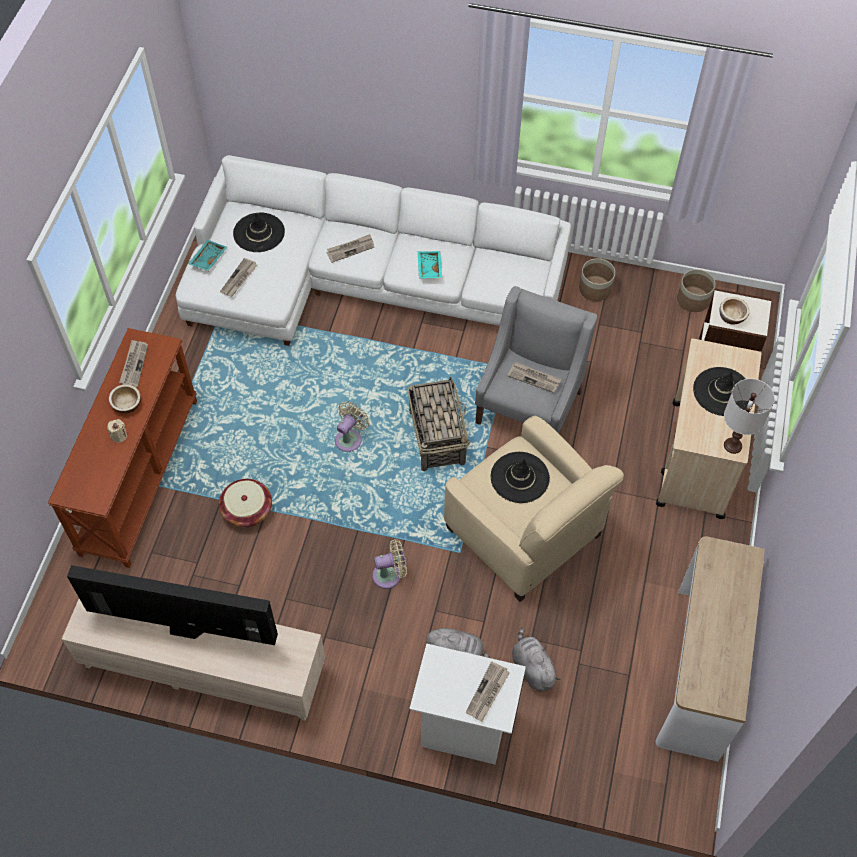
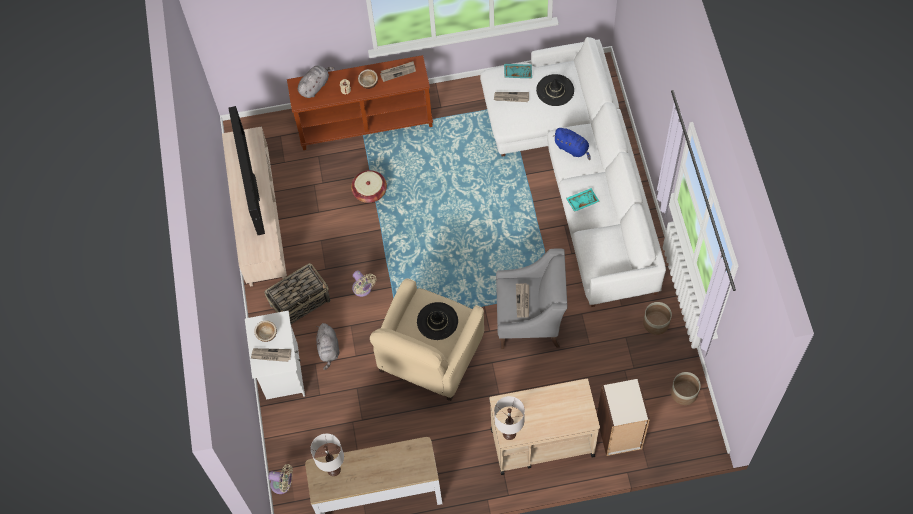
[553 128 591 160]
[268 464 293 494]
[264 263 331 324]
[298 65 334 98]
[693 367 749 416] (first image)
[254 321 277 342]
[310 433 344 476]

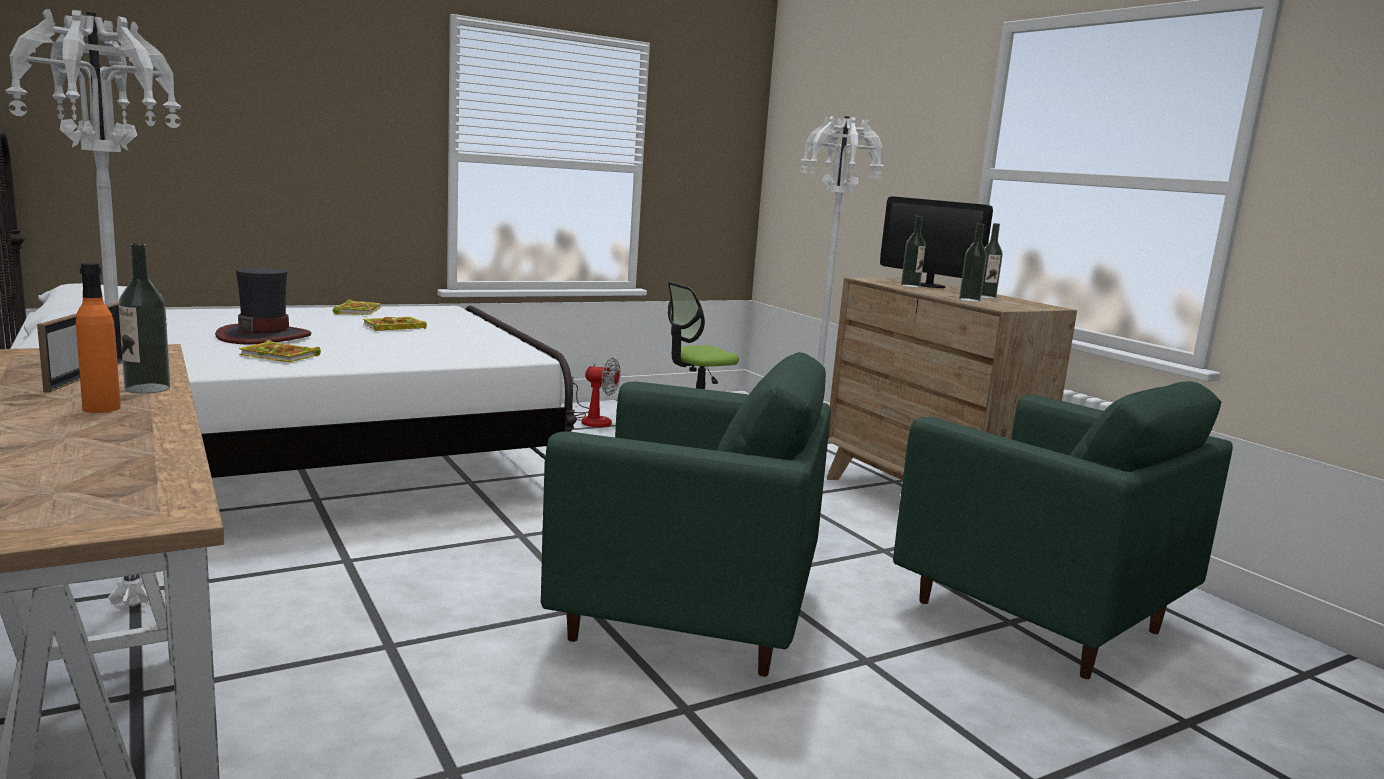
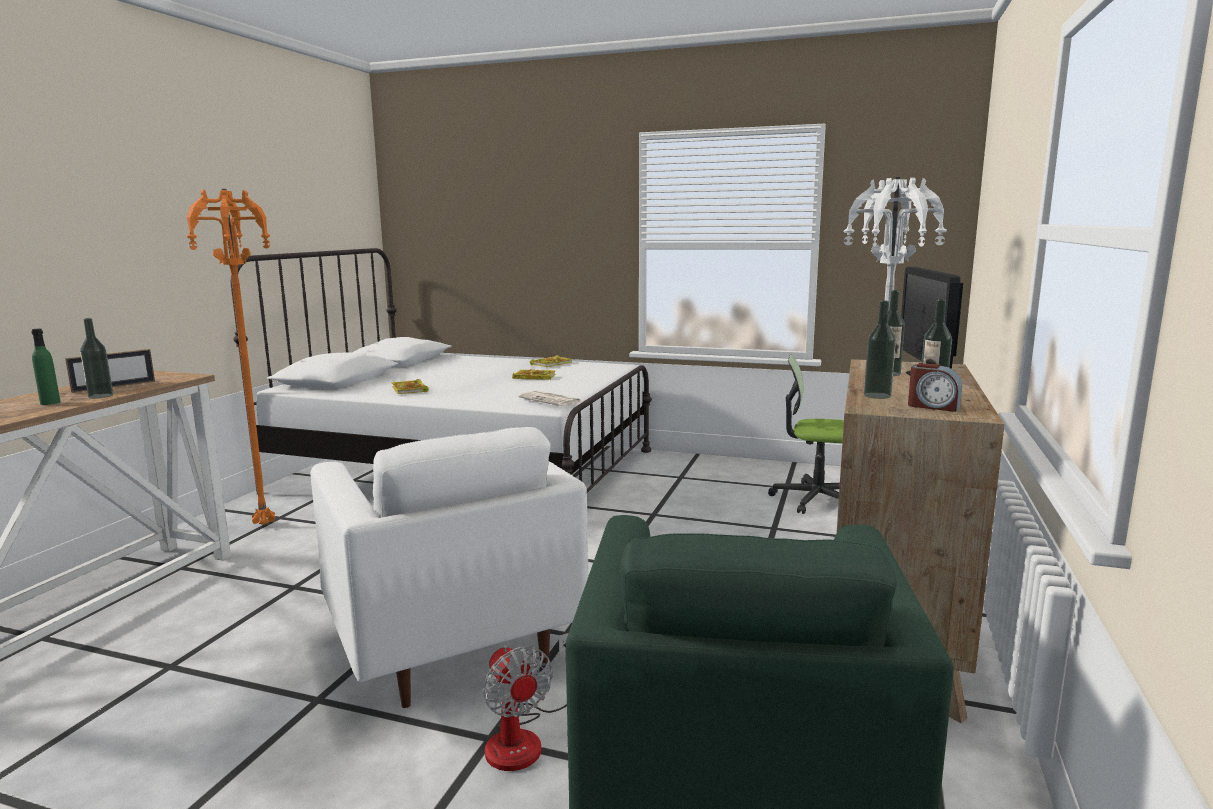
[187 189 275 525]
[31 329 60 405]
[215 267 311 344] (first image)
[310 427 589 708]
[483 633 569 771]
[518 390 580 406]
[908 363 962 412]

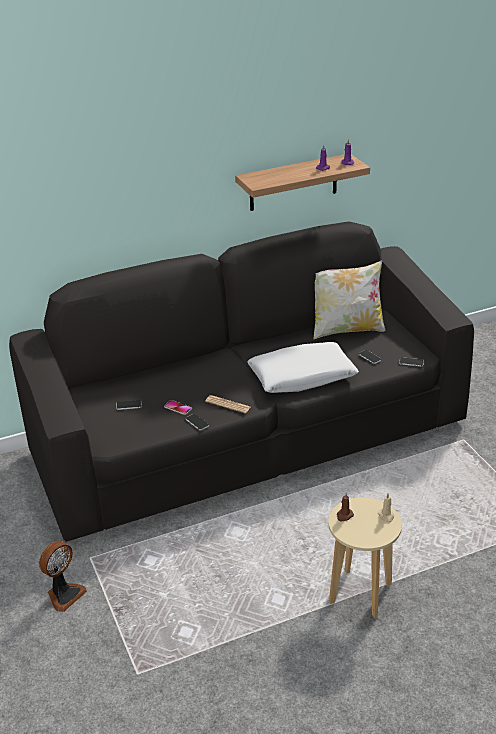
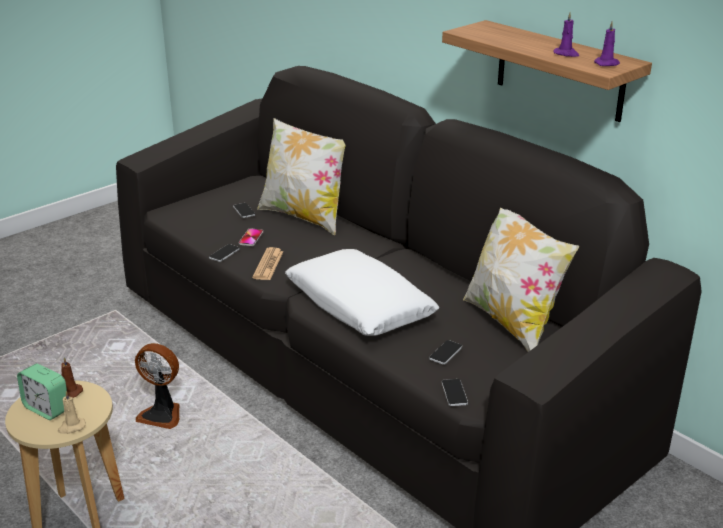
[135 343 180 429]
[17 364 67 420]
[257 118 346 235]

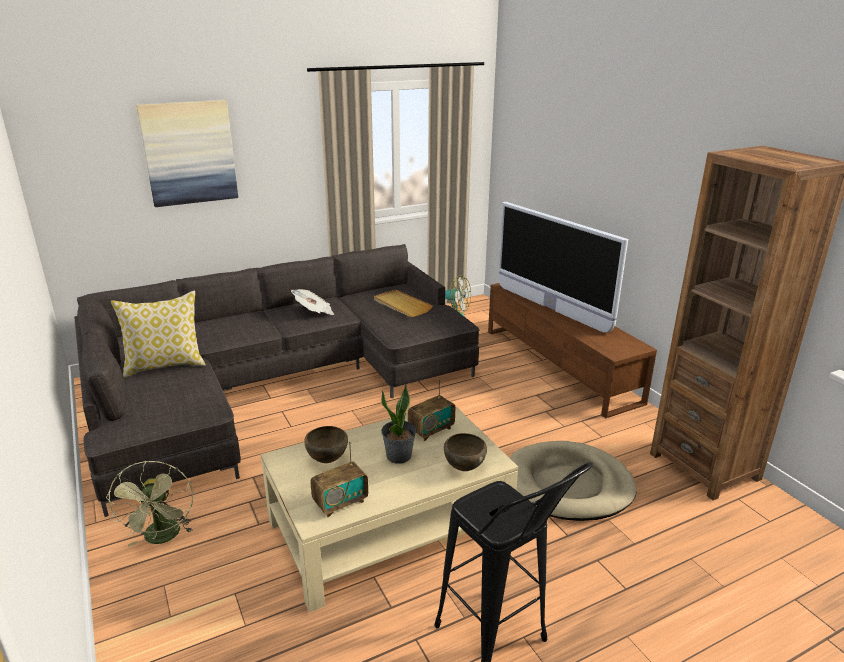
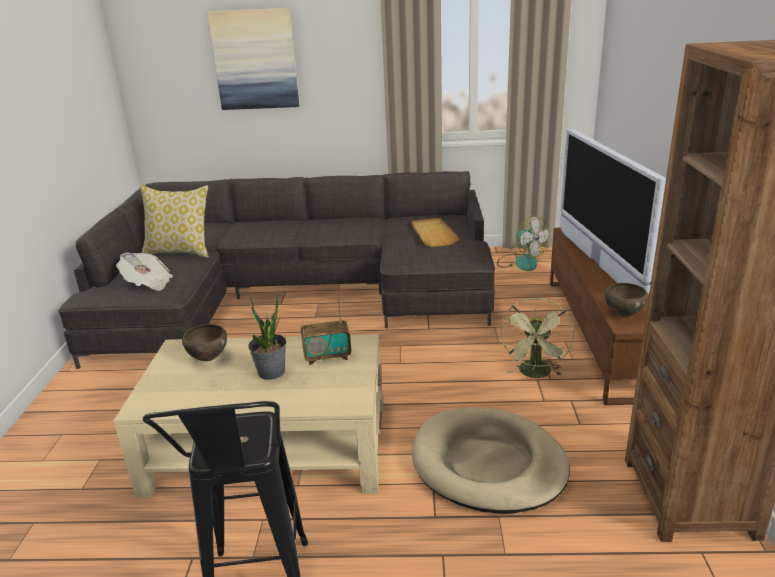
[500 298 574 378]
[116 253 173 291]
[310 441 368 518] (first image)
[605 283 648 317]

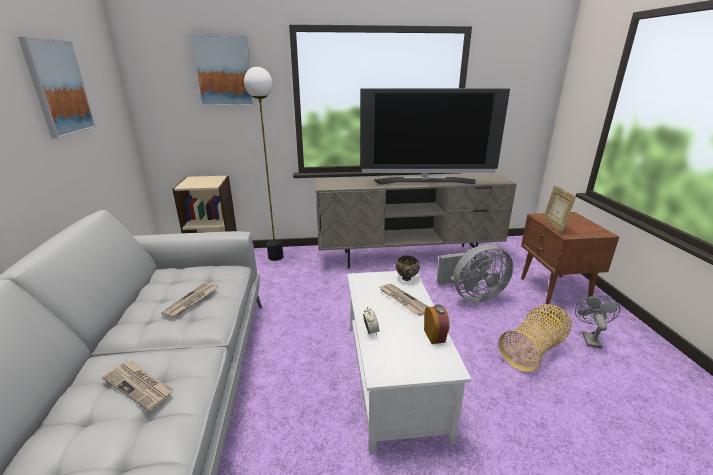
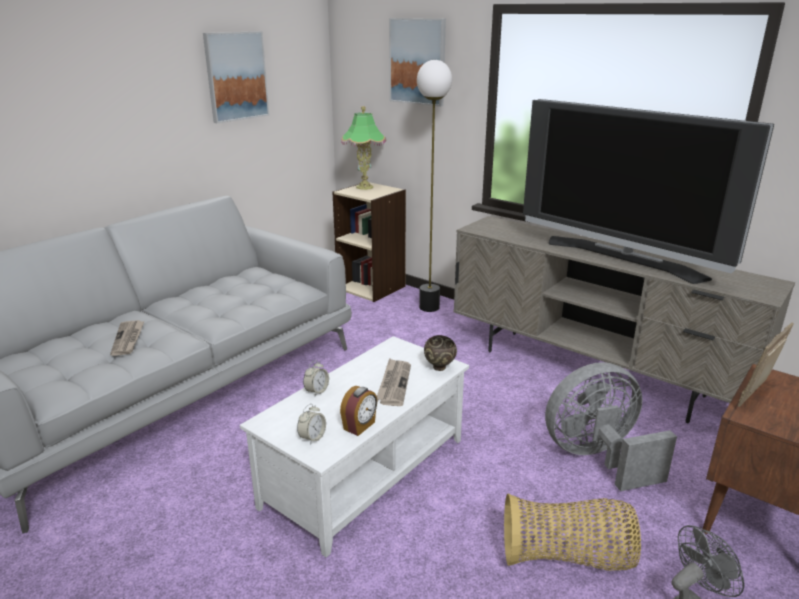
[161 282 218 318] (first image)
[545 362 677 491]
[297 404 326 445]
[341 106 386 190]

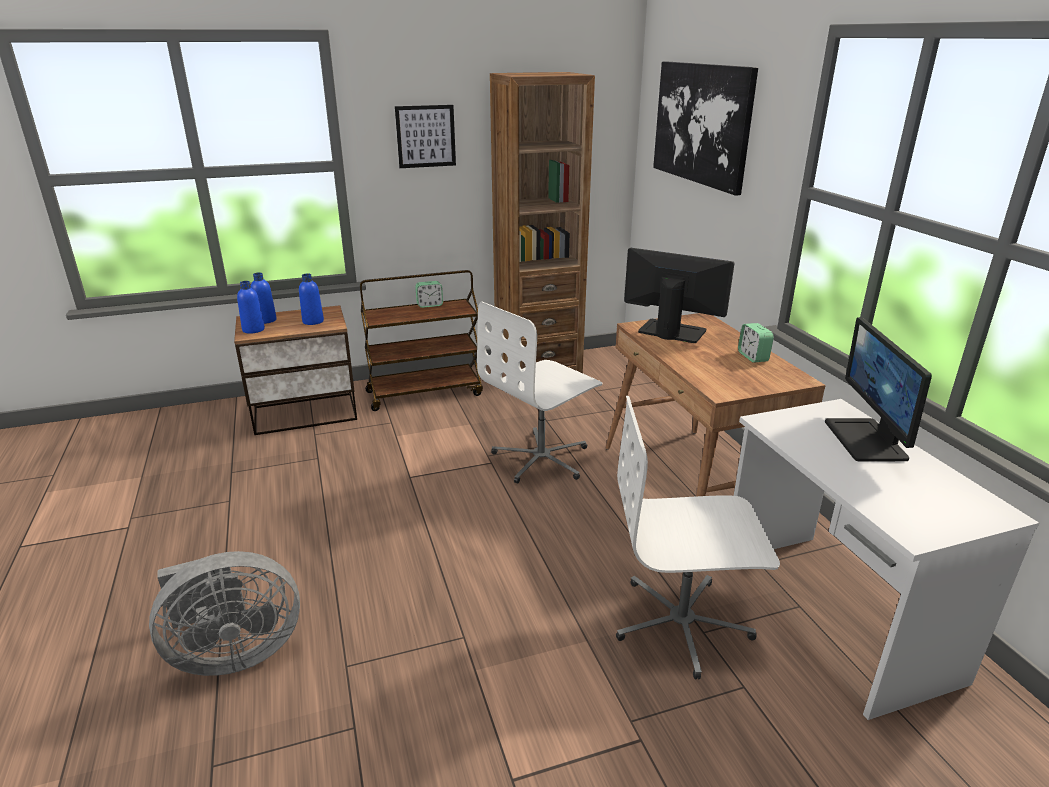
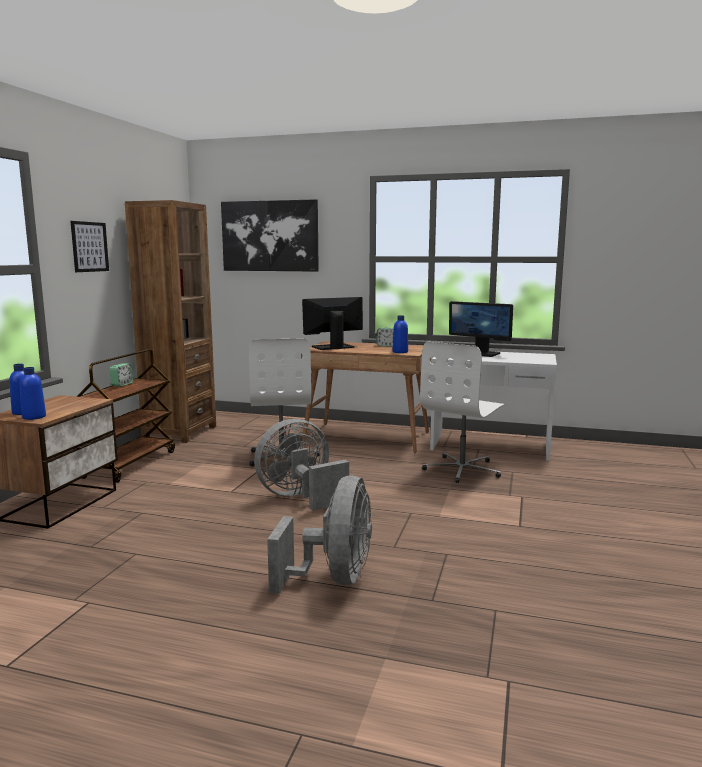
[392 315 408 353]
[254 419 349 511]

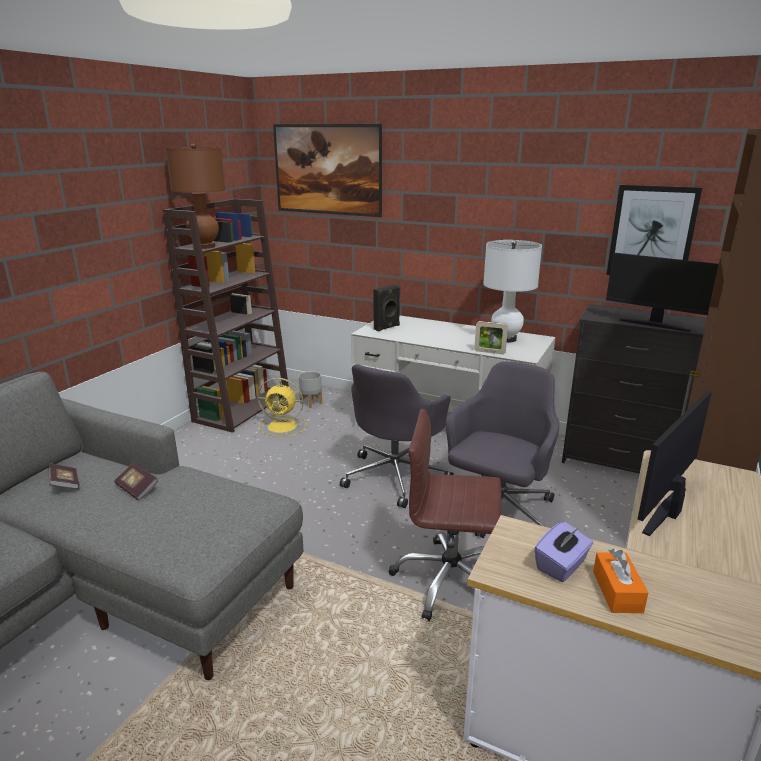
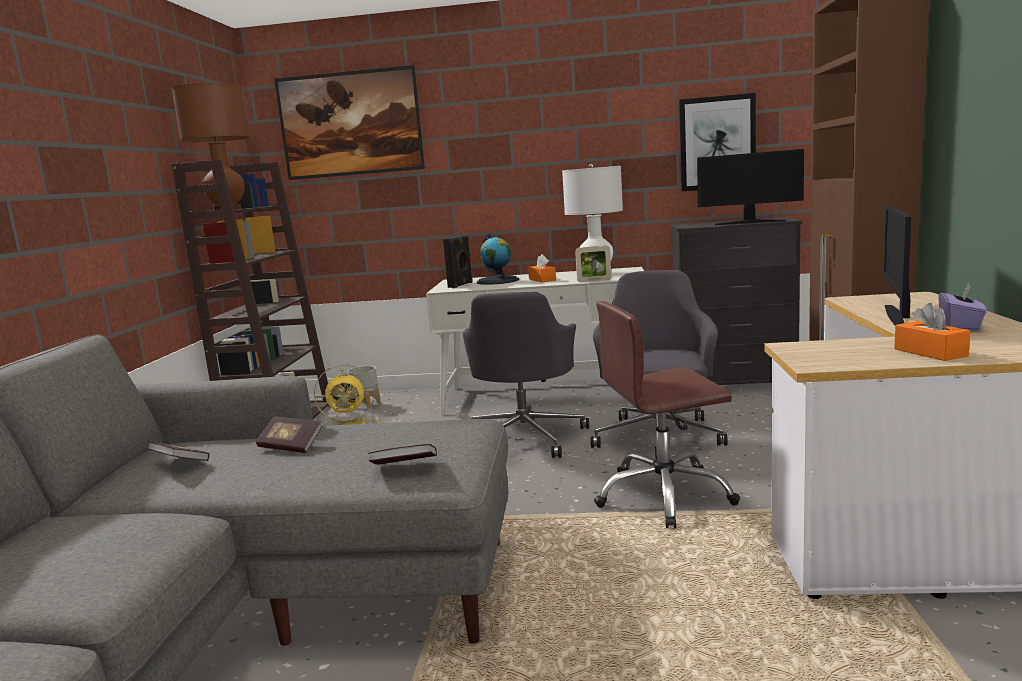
[938 283 987 331]
[367 444 437 465]
[477 233 519 285]
[528 254 556 282]

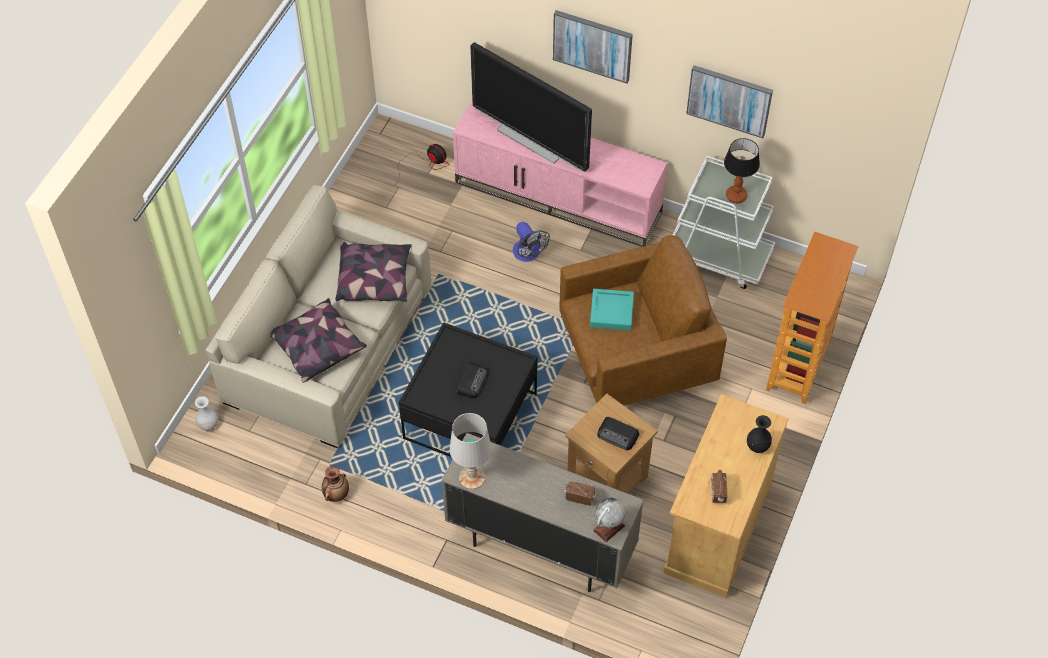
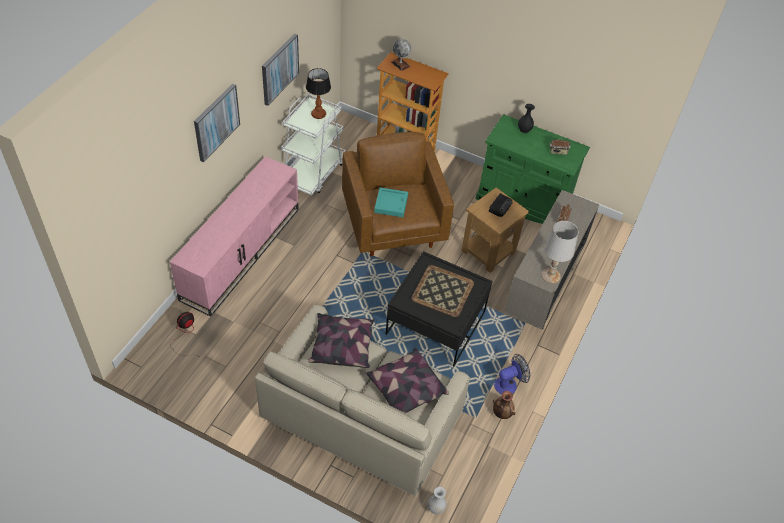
[411 265 474 317]
[470 42 592 172] (first image)
[494 354 530 394]
[391 39 411 71]
[476 114 590 224]

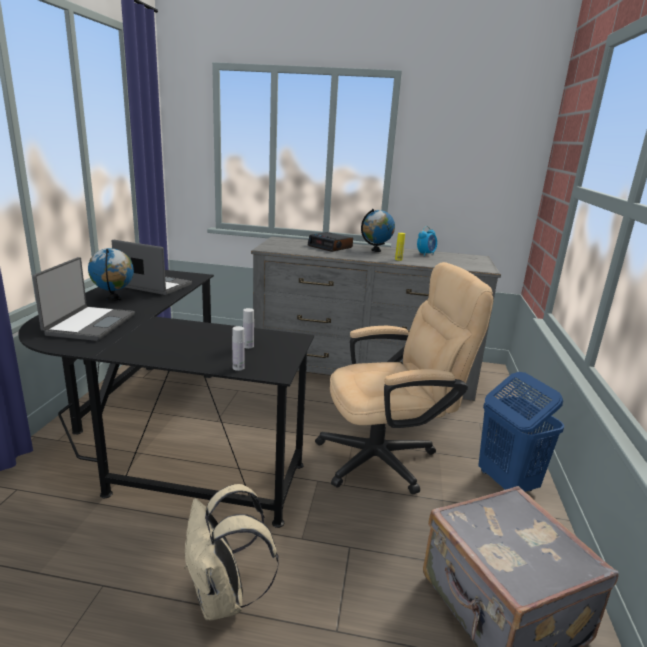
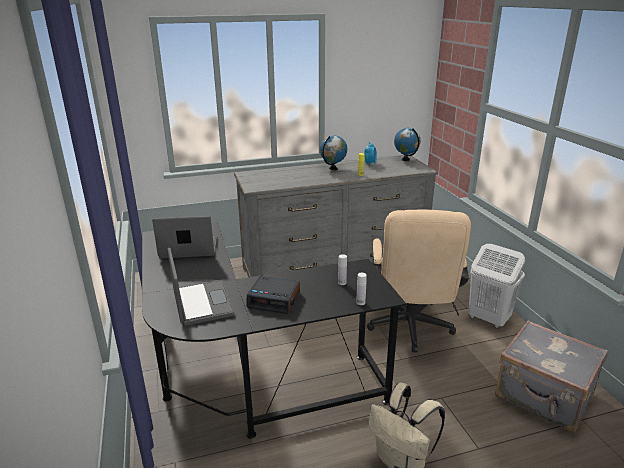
[394 128 421 161]
[246 276 300 314]
[367 210 471 352]
[469 244 525 328]

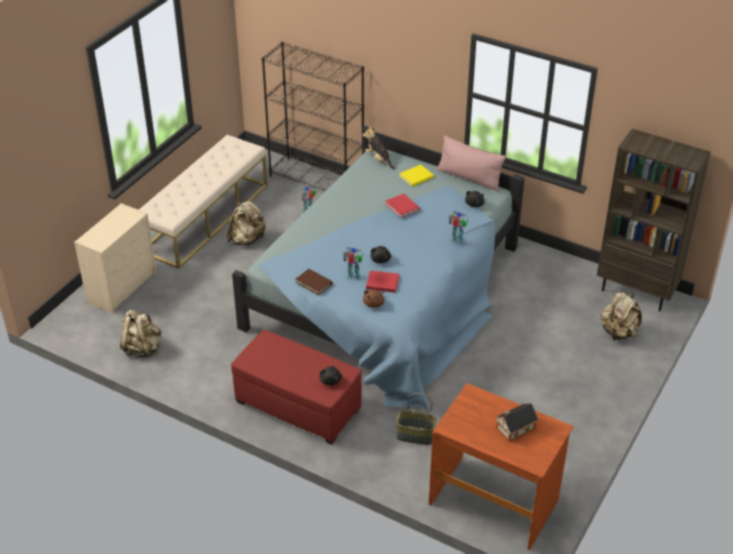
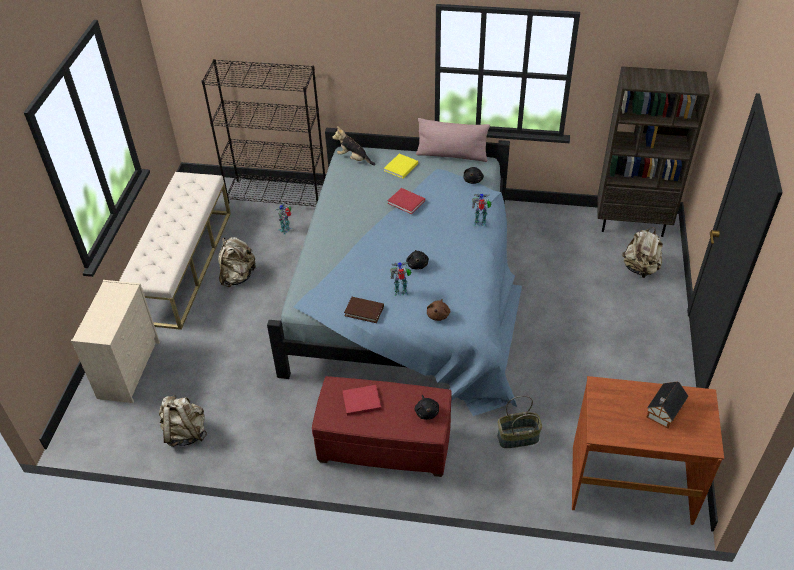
[343 385 381 416]

